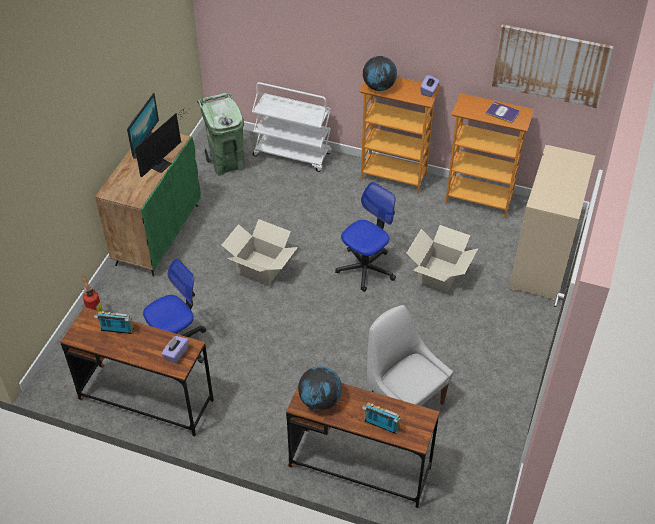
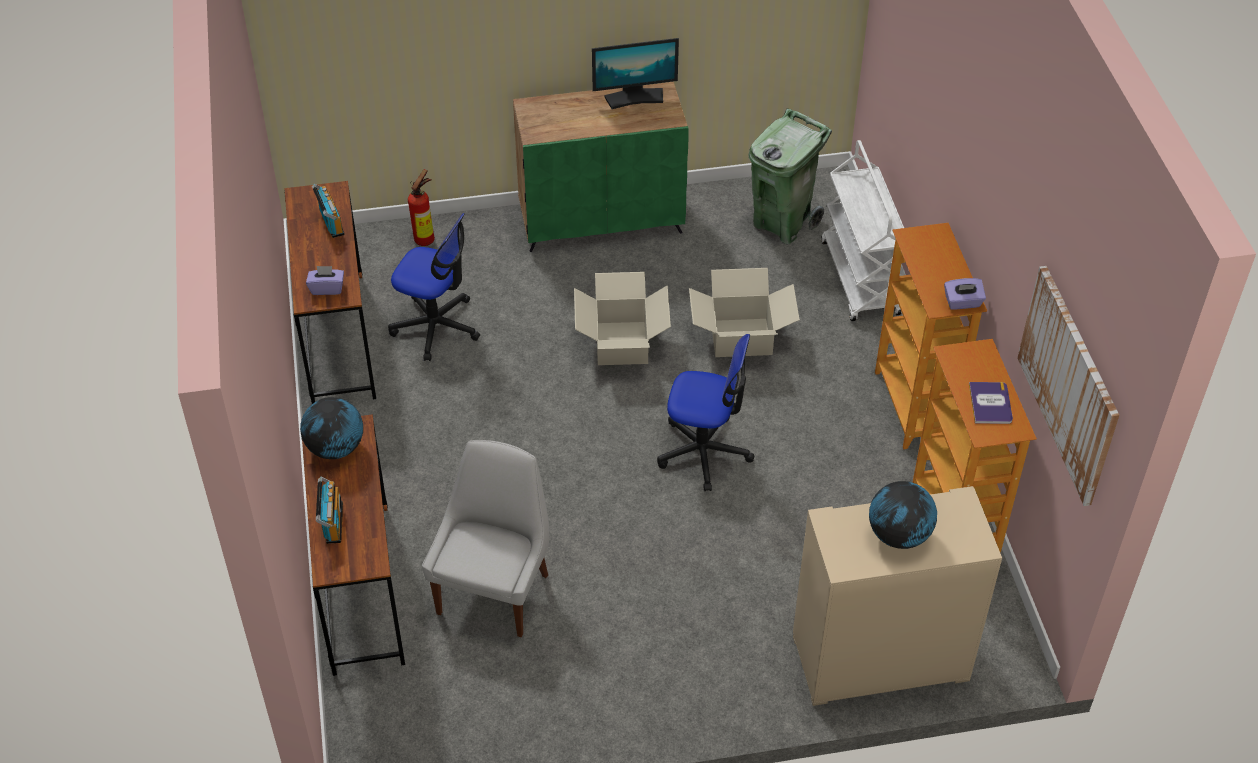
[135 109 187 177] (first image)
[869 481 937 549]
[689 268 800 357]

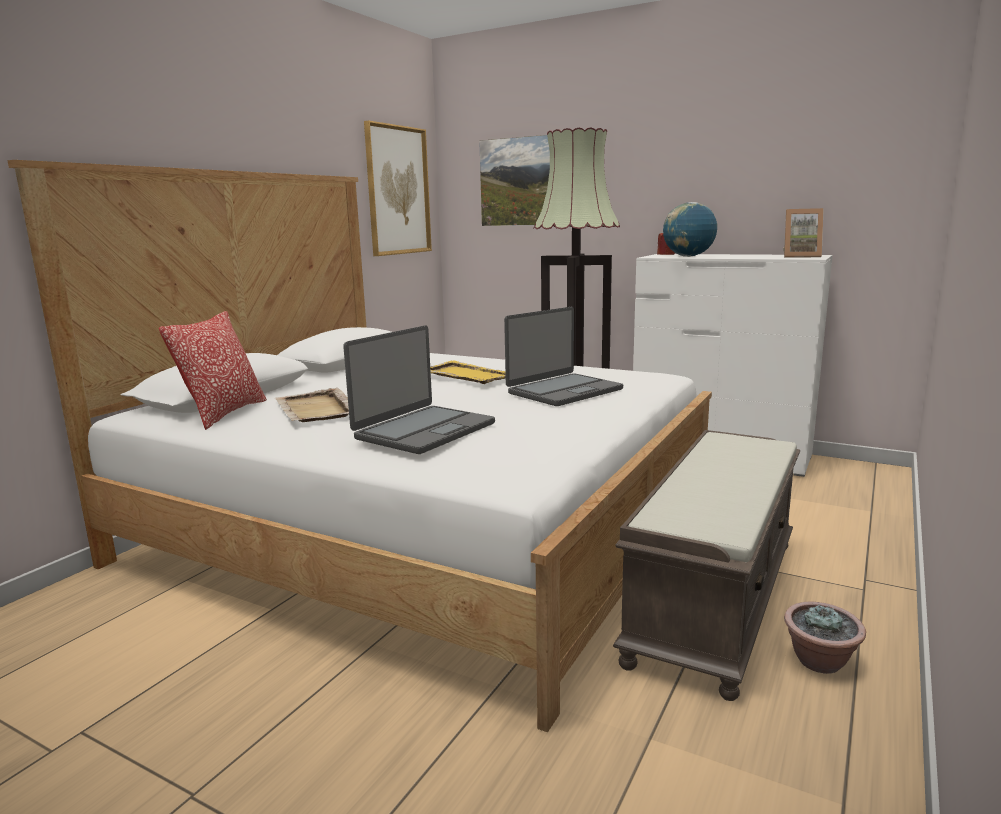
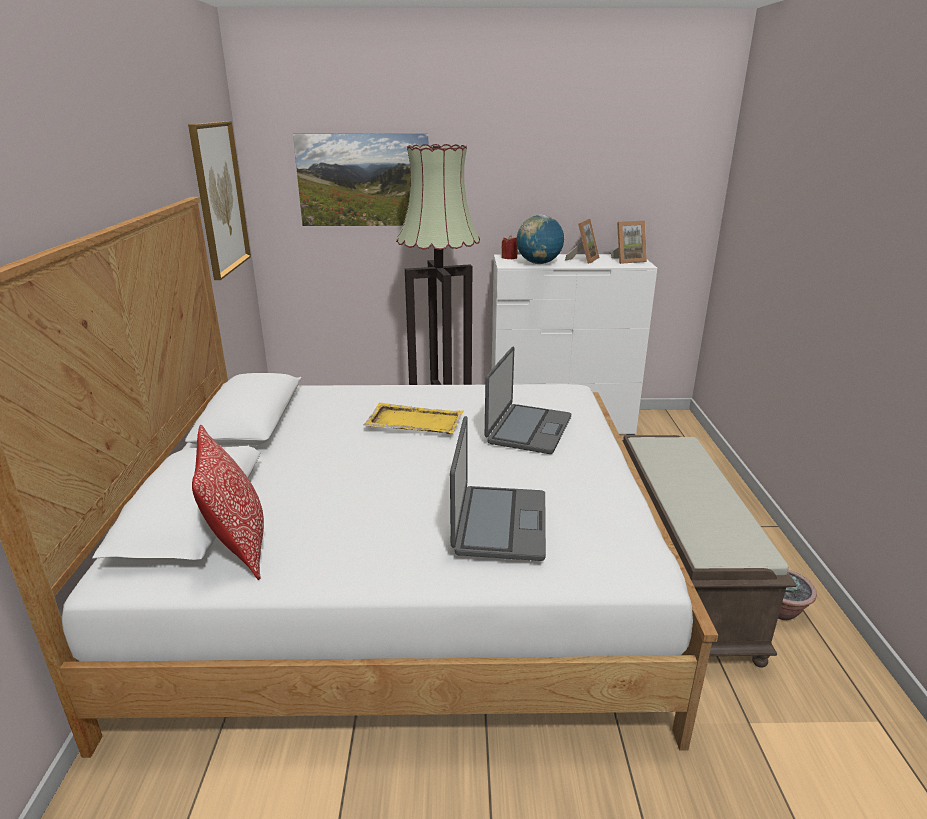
[275 388 349 422] (first image)
[565 219 600 264]

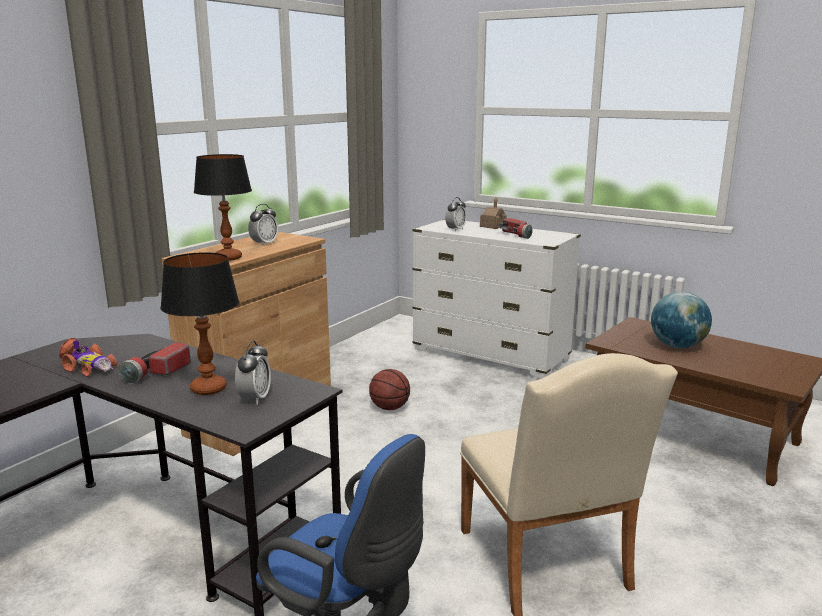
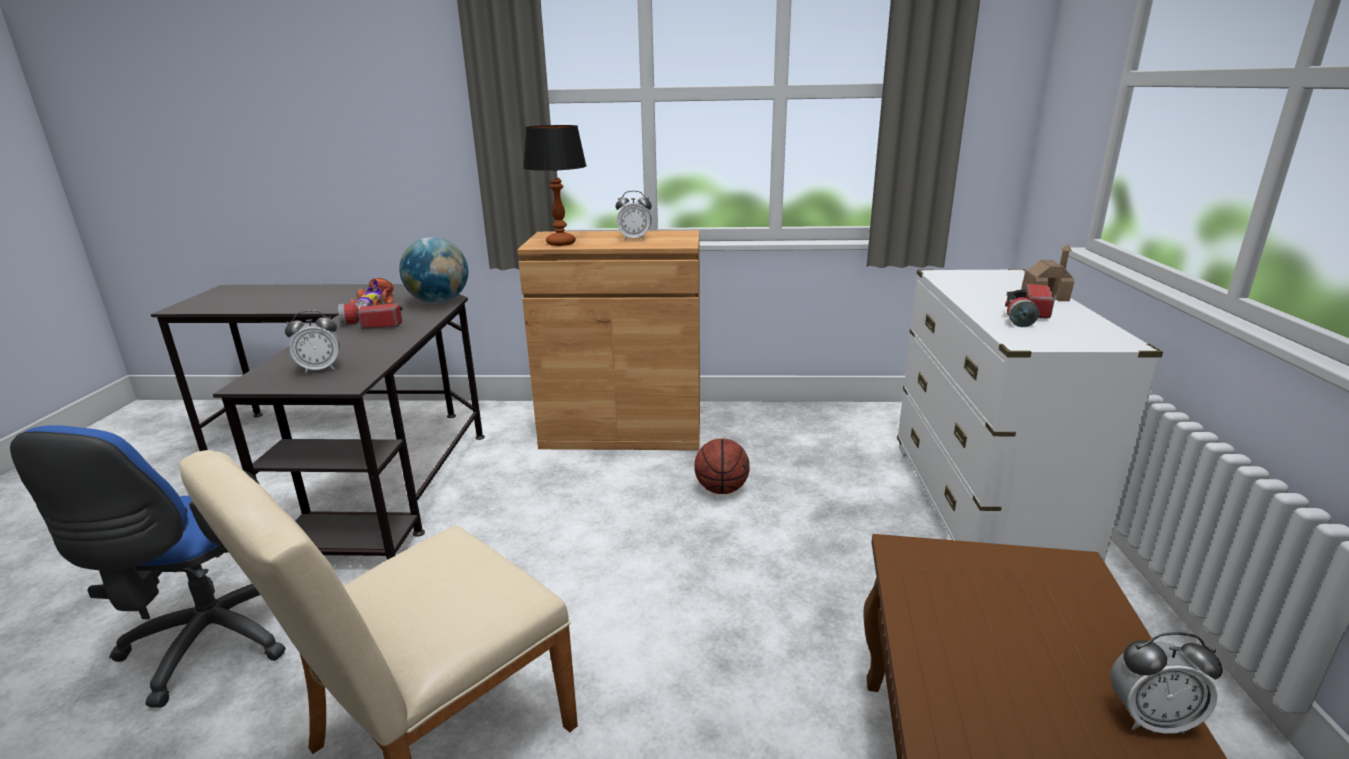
[160 252 239 395] (first image)
[1110 632 1223 734]
[399 237 468 303]

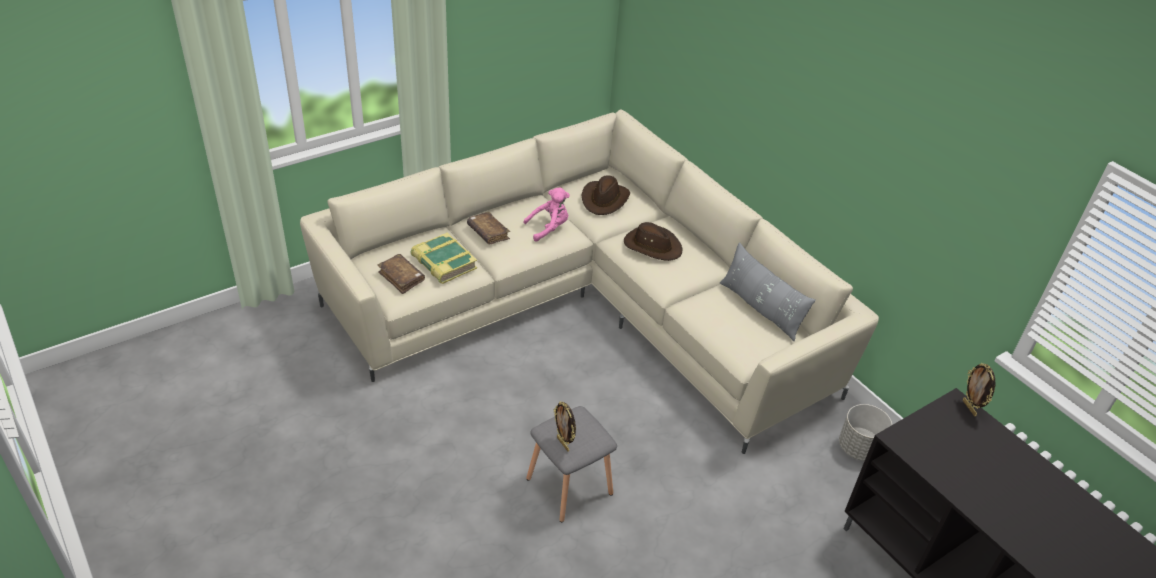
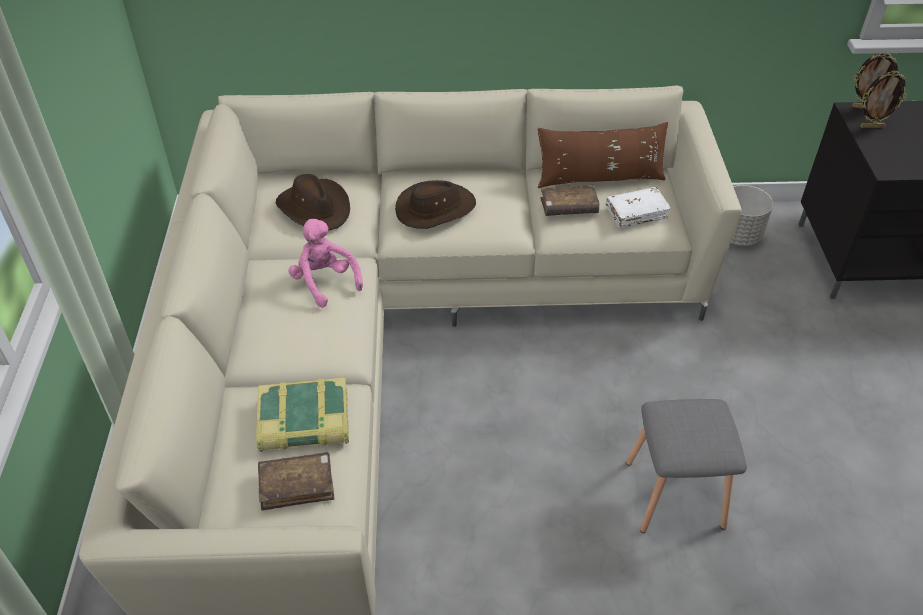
[540 185 600 216]
[288 219 363 308]
[860 70 907 128]
[538 122 668 188]
[606 187 671 229]

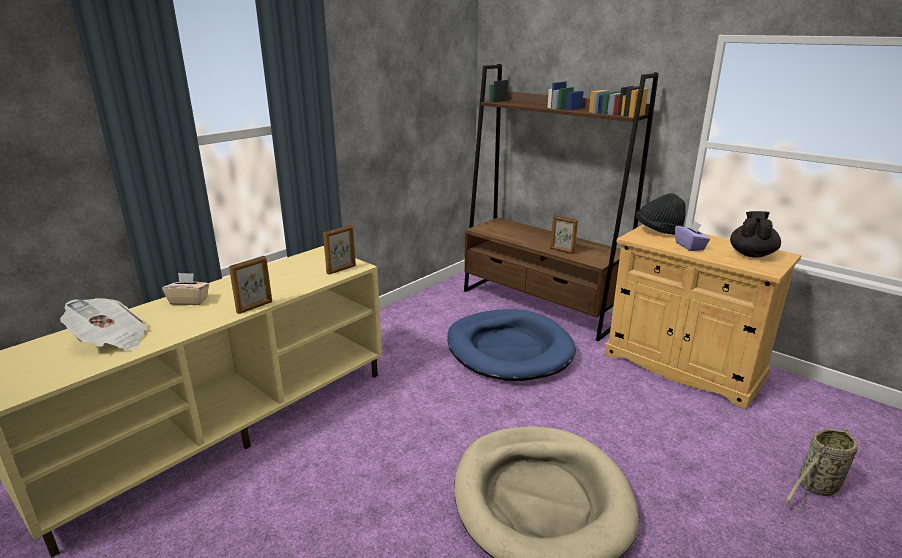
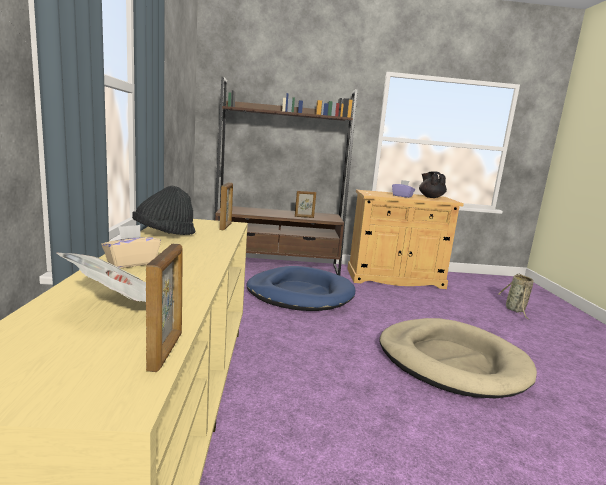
[146 244 183 372]
[132 186 195 235]

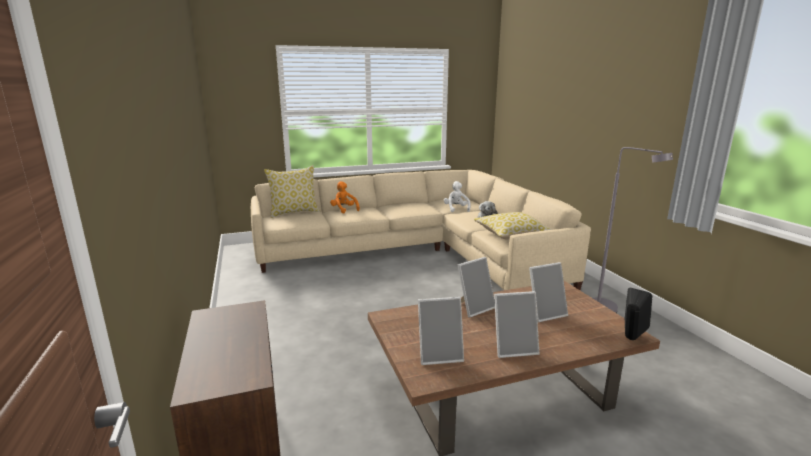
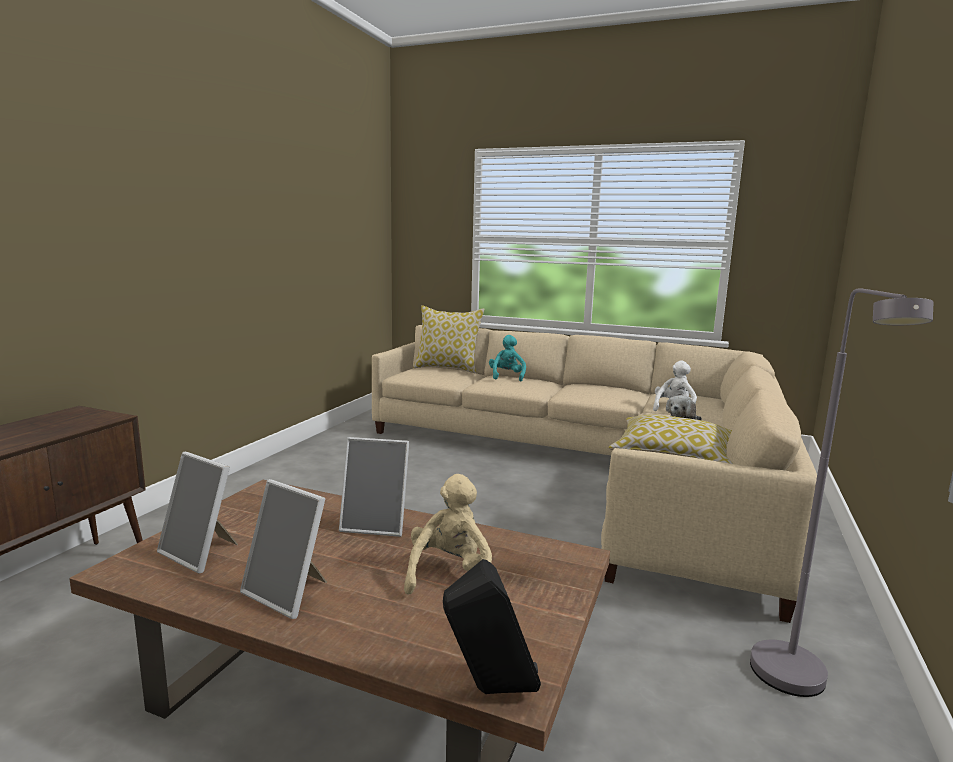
[489 335 526 381]
[404 474 492 594]

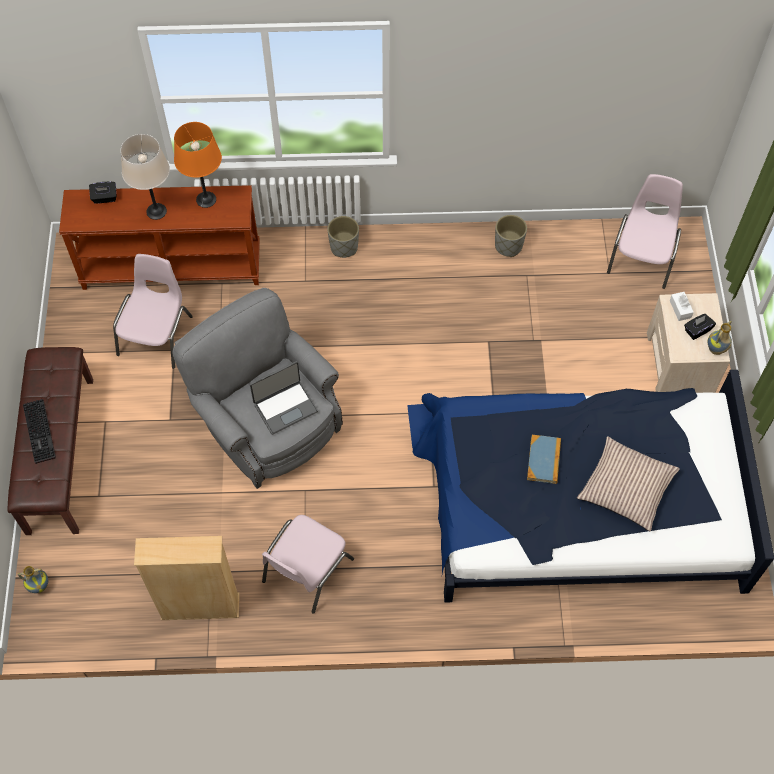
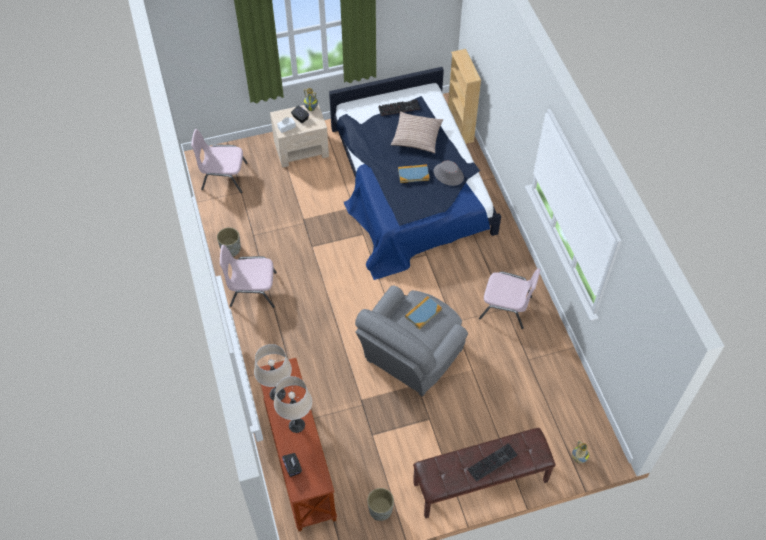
[220 245 277 308]
[448 49 481 144]
[254 344 292 401]
[405 296 442 329]
[367 488 394 521]
[378 99 420 116]
[434 160 464 186]

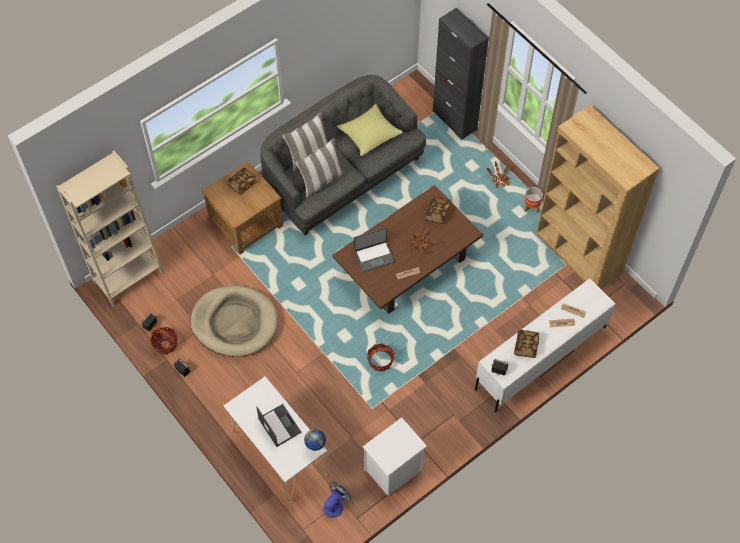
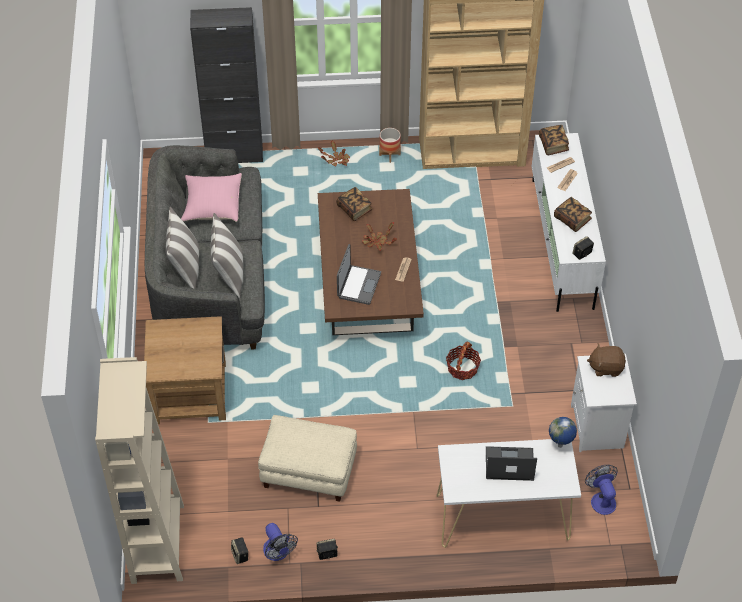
[263 523 298 561]
[258 415 357 502]
[539 125 569 155]
[181 173 242 222]
[587 344 626 377]

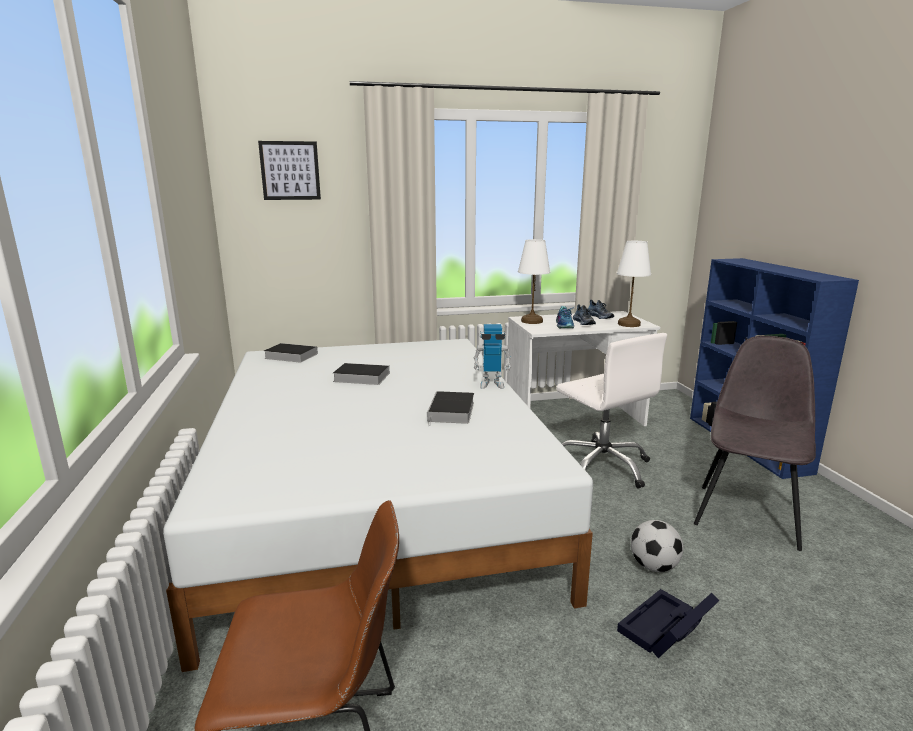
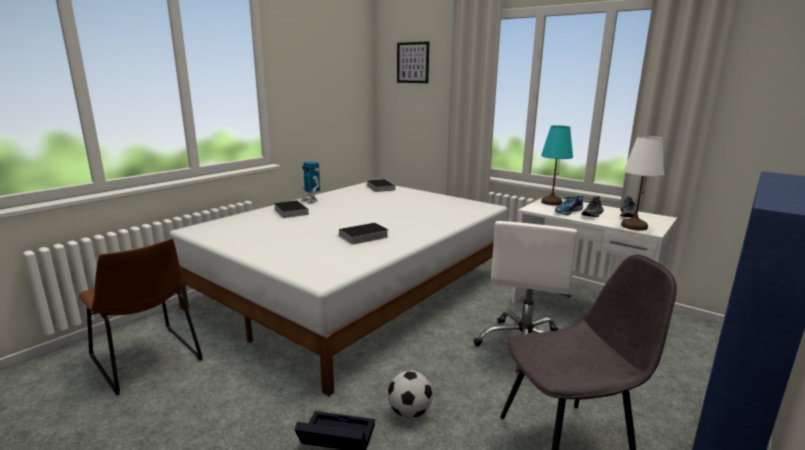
[274 200 309 218]
[301 161 320 204]
[541 125 573 205]

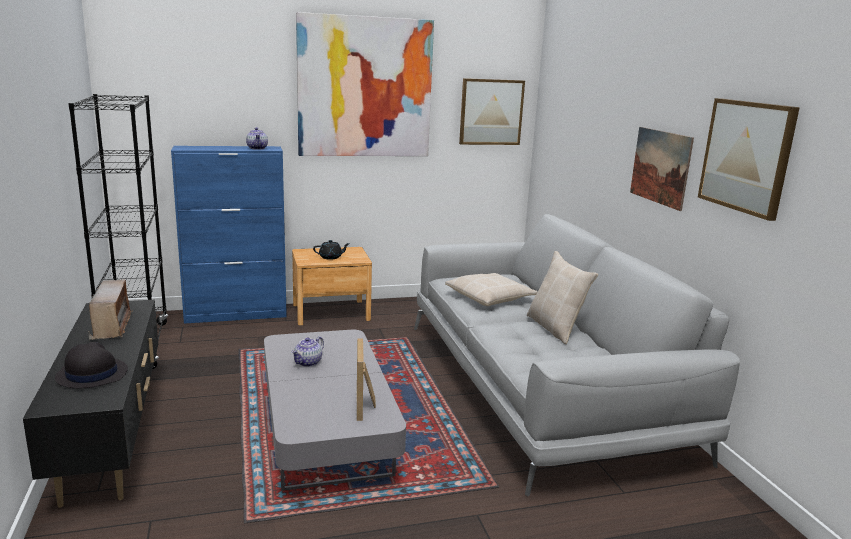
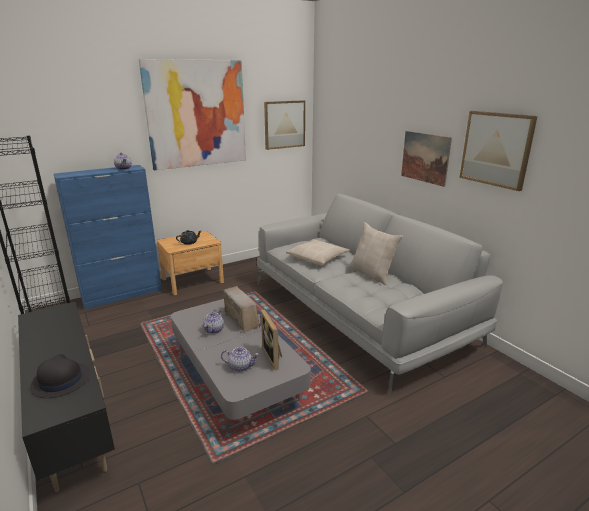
[223 286 260 333]
[221 347 259 372]

